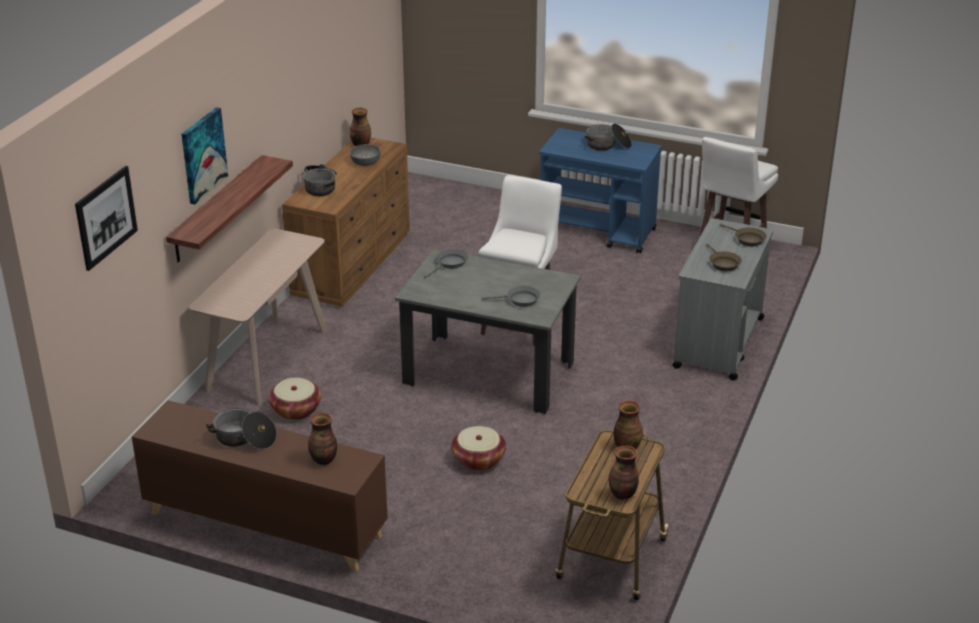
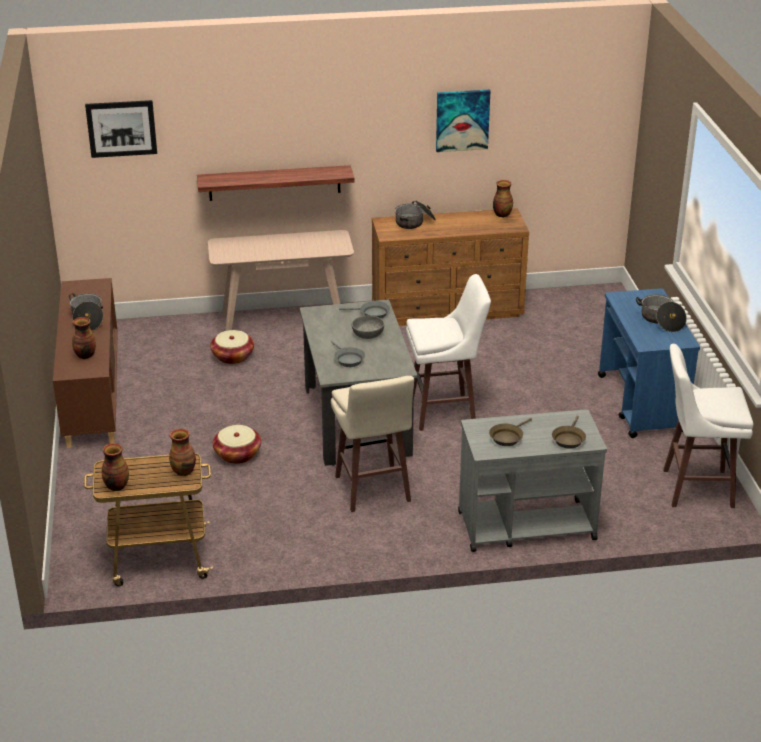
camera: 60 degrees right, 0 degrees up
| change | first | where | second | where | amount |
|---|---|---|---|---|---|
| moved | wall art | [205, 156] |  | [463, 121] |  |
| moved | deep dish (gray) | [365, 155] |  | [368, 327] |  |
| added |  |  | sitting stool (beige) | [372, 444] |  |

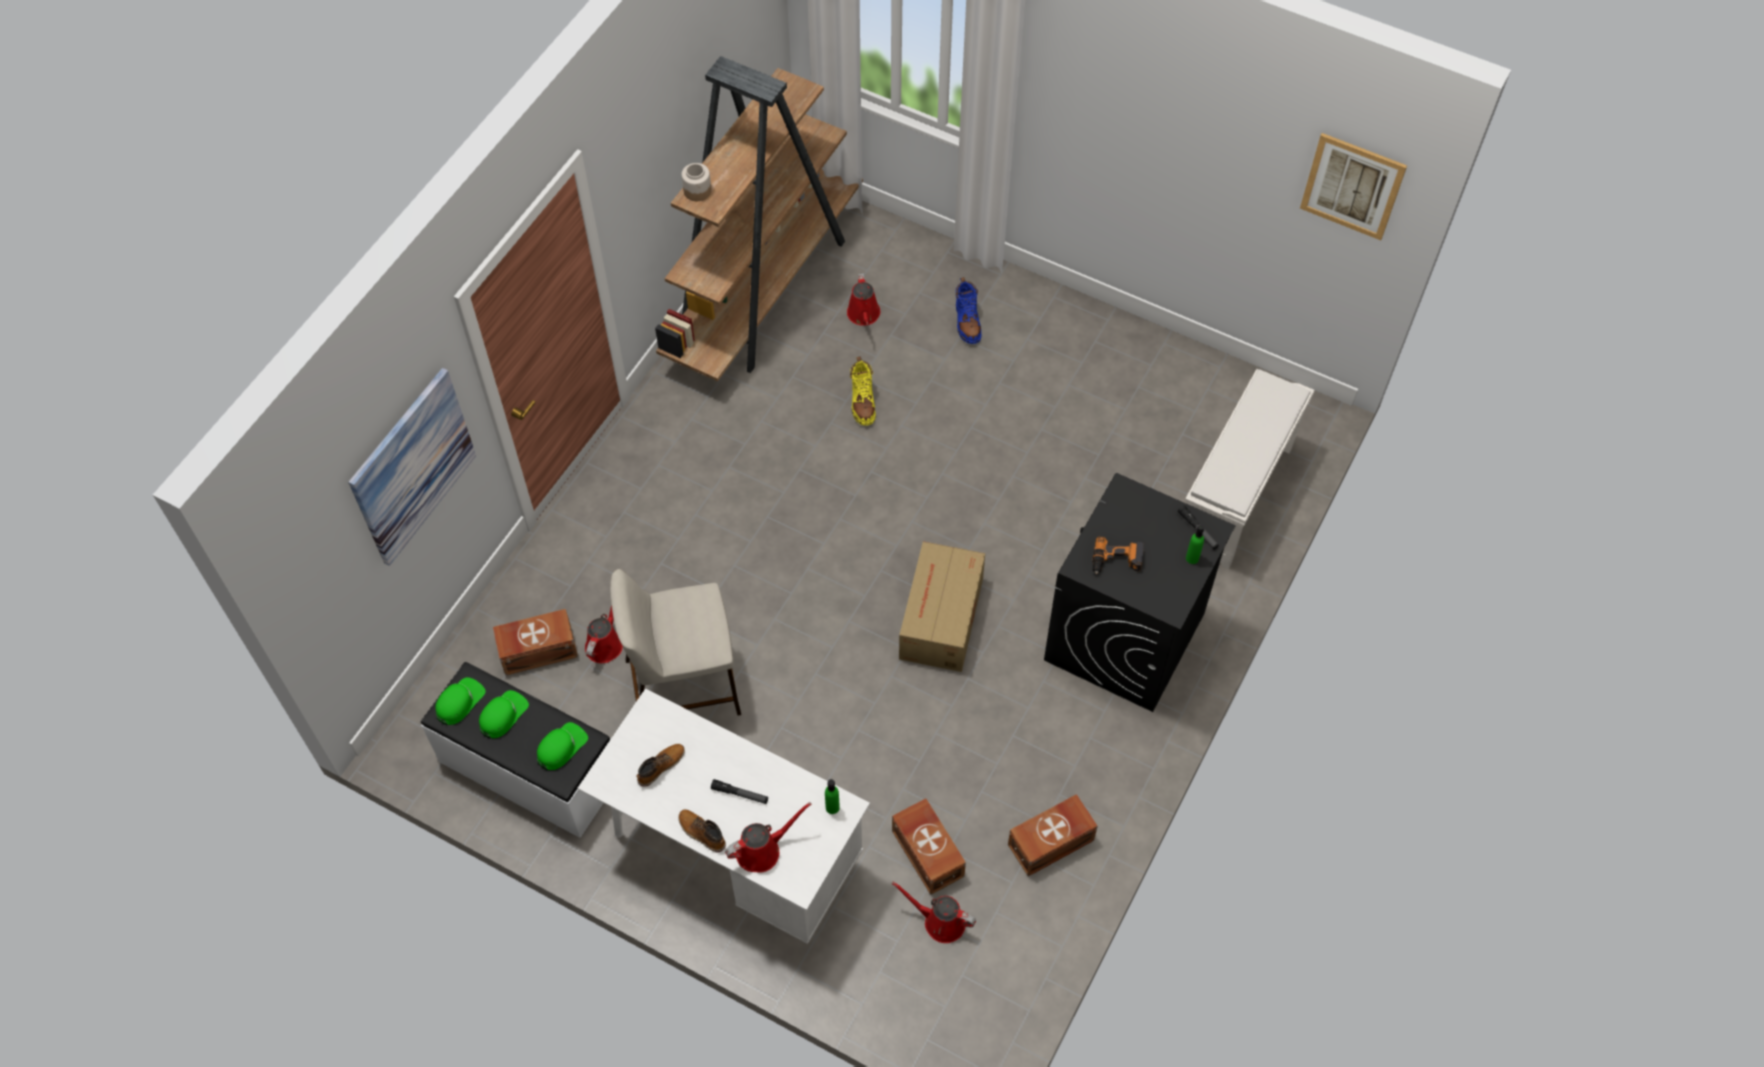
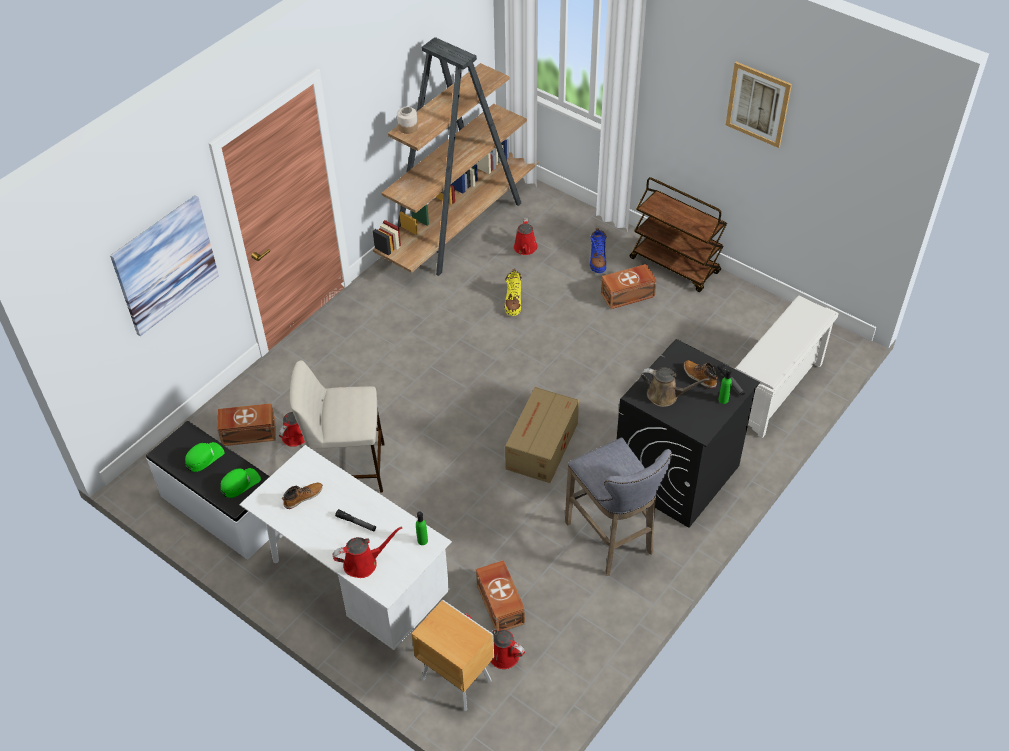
camera: 10 degrees right, 10 degrees down
| change | first | where | second | where | amount |
|---|---|---|---|---|---|
| moved | wall art | [1353, 186] |  | [759, 105] |  |
| replaced | power drill | [1118, 555] | watering pot (brown-coloured) | [675, 387] |  |
| removed | peaked cap (green-coloured) | [460, 701] |  |  |  |
| moved | storage bin (brown-coloured) | [1053, 835] |  | [629, 286] |  |
| moved | boot | [702, 831] |  | [701, 374] |  |
| added |  |  | cart (brown-coloured) | [678, 234] |  |
| added |  |  | sitting stool (gray) | [618, 506] |  |
| added |  |  | bedside table (brown-coloured) | [452, 655] |  |

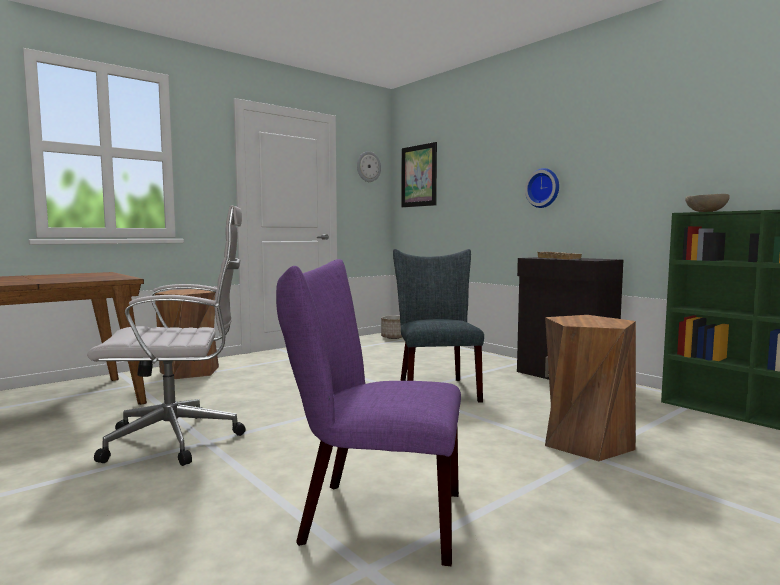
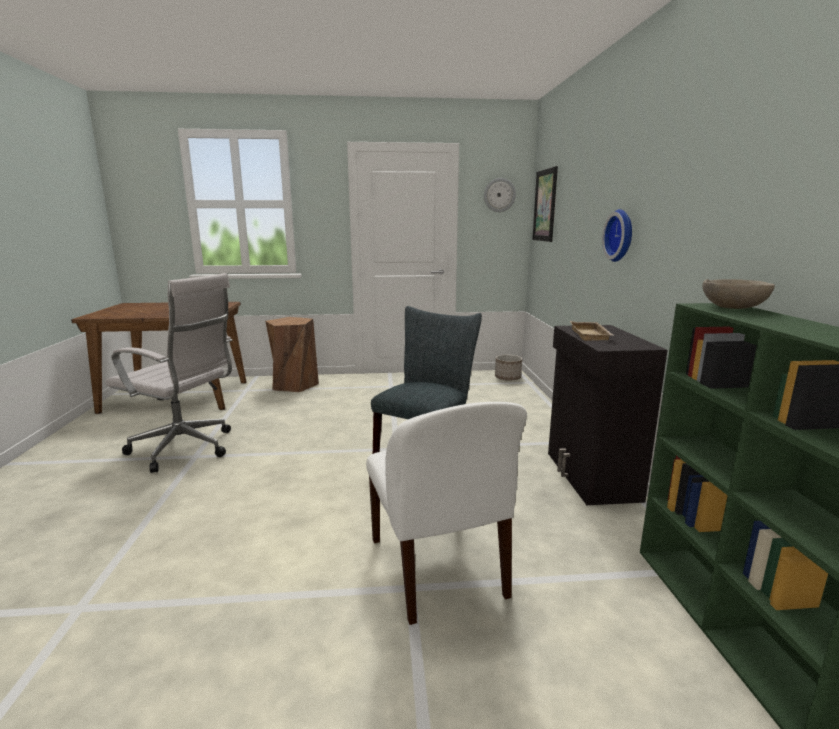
camera: 35 degrees right, 10 degrees up
| change | first | where | second | where | amount |
|---|---|---|---|---|---|
| removed | plain chair (purple-coloured) | [368, 412] |  |  |  |
| replaced | sitting stool (brown-coloured) | [590, 388] | plain chair (white) | [446, 513] |  |

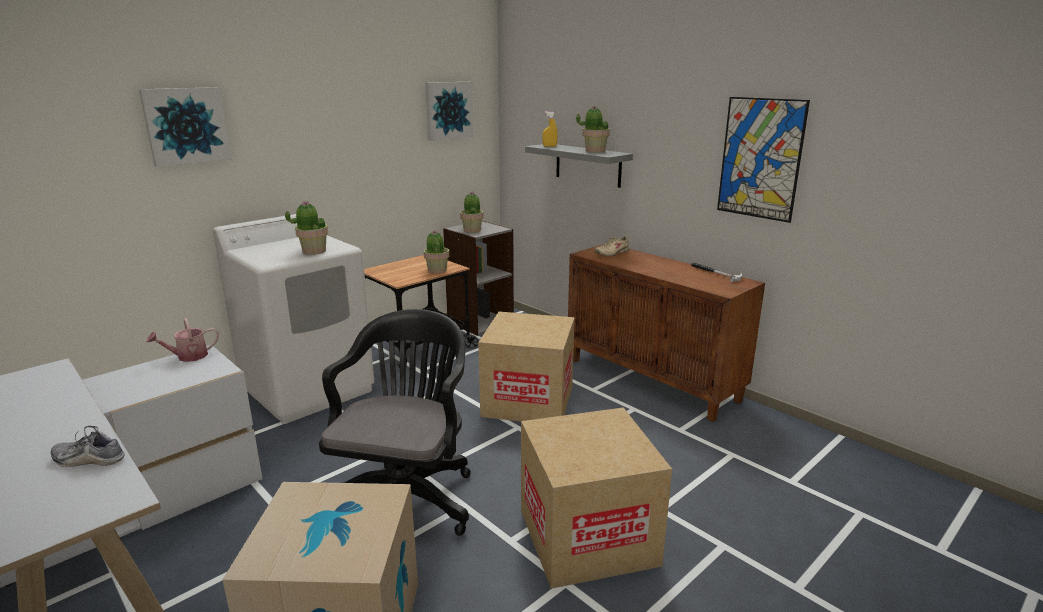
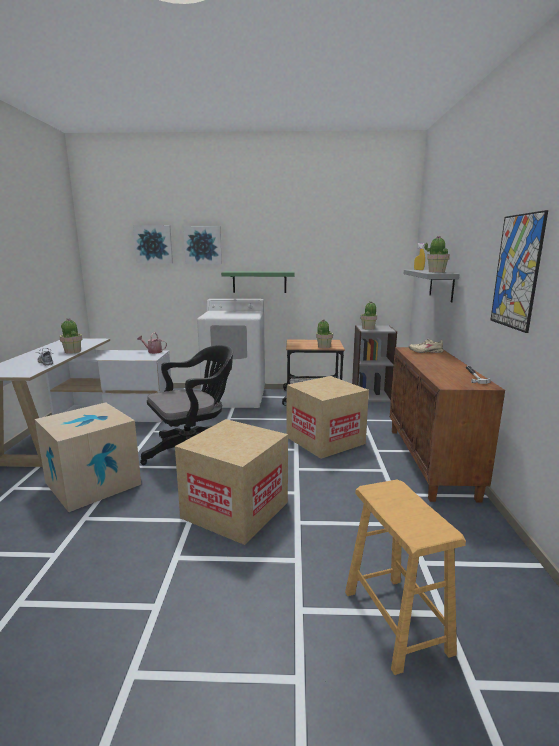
camera: 45 degrees right, 5 degrees down
| change | first | where | second | where | amount |
|---|---|---|---|---|---|
| moved | wall art | [449, 111] |  | [153, 244] |  |
| moved | plant in a pot | [306, 228] |  | [70, 336] |  |
| added |  |  | bracket shelf (green-coloured) | [257, 282] |  |
| added |  |  | sitting stool (brown-coloured) | [405, 577] |  |

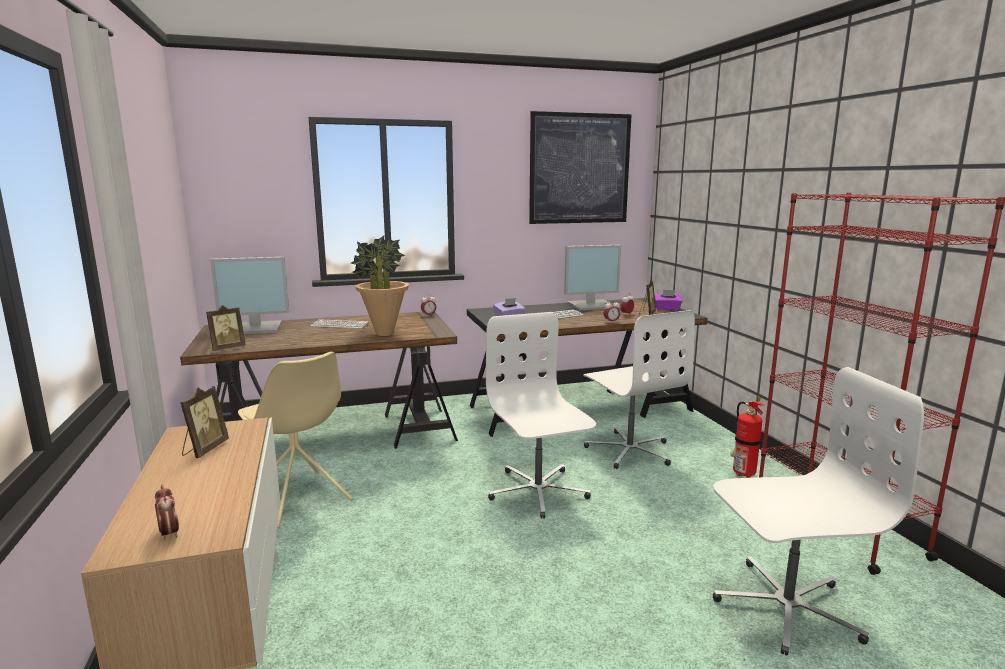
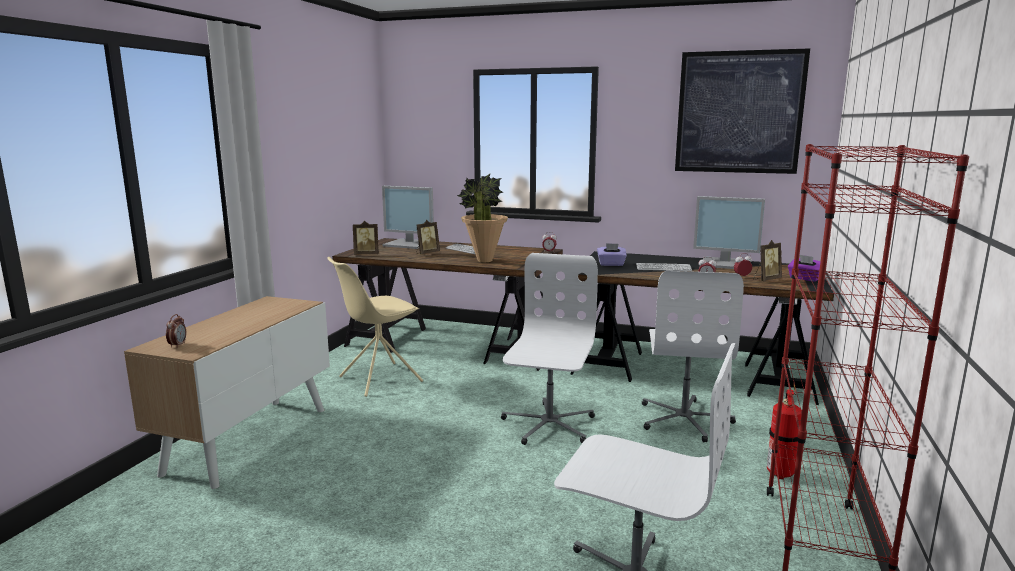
camera: 35 degrees right, 0 degrees up
| change | first | where | second | where | amount |
|---|---|---|---|---|---|
| turned | plain chair (beige) | [295, 440] |  | [375, 327] | 60 degrees clockwise |
| moved | picture frame | [204, 422] |  | [428, 237] |  |

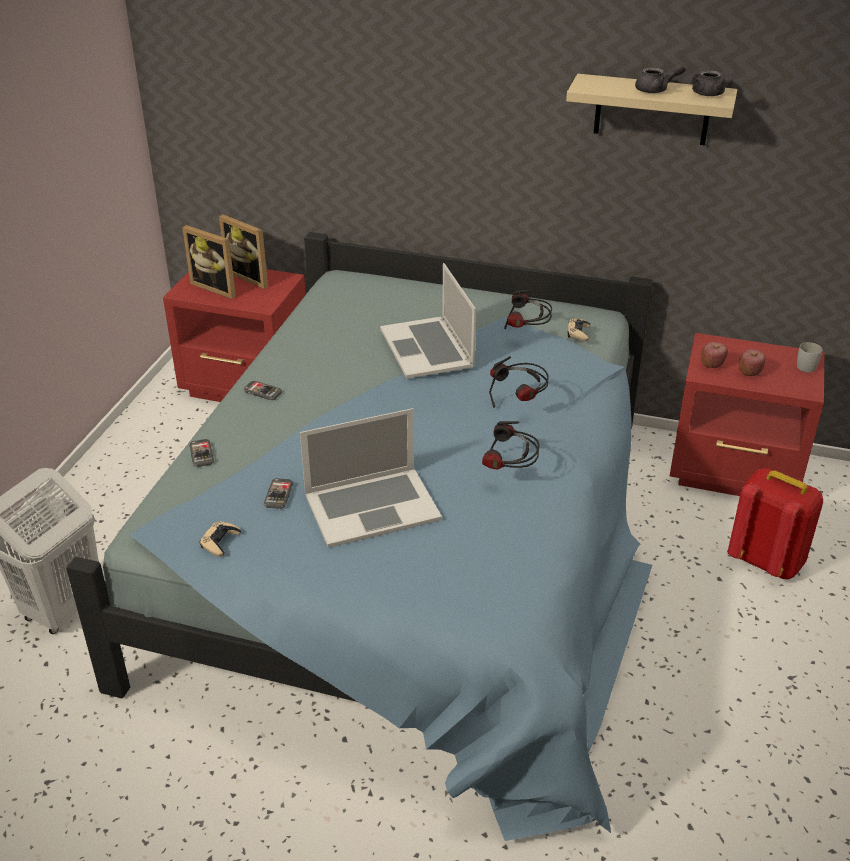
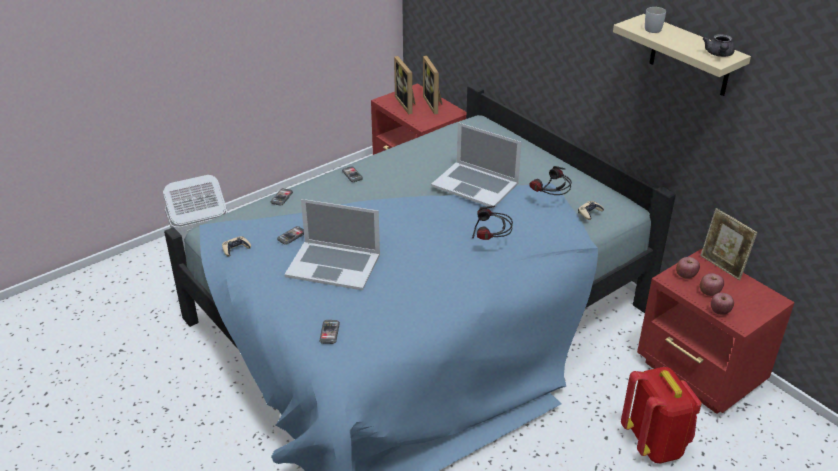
camera: 35 degrees right, 0 degrees up
| change | first | where | second | where | amount |
|---|---|---|---|---|---|
| removed | tea pot (gray) | [660, 78] |  |  |  |
| turned | laptop | [428, 321] |  | [476, 165] | 75 degrees counterclockwise |
| moved | coffee mug (white) | [810, 357] |  | [655, 20] |  |
| removed | headset | [510, 445] |  |  |  |
| added |  |  | picture frame | [729, 244] |  |
| added |  |  | whole apple | [722, 304] |  |
| added |  |  | handset | [329, 332] |  |

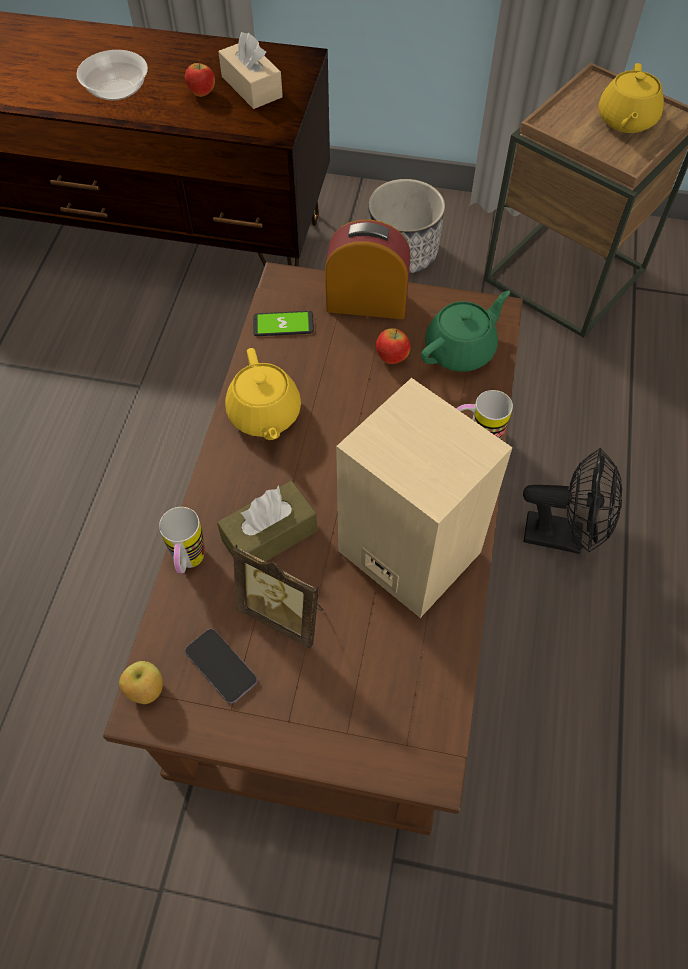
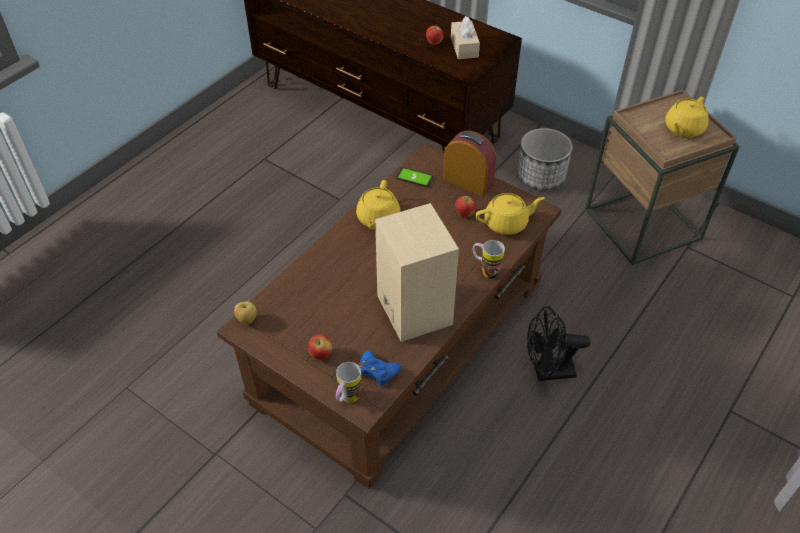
camera: 25 degrees right, 10 degrees down
| change | first | where | second | where | amount |
|---|---|---|---|---|---|
| removed | deep dish | [112, 75] |  |  |  |
| recoloured | tea pot (green-coloured) | [465, 331] | tea pot (yellow-coloured) | [510, 214] |  |
| turned | electric fan (black-coloured) | [572, 501] |  | [558, 343] | 135 degrees clockwise |
| removed | tissue holder (brown-coloured) | [267, 521] |  |  |  |
| moved | coffee mug | [181, 540] |  | [348, 382] |  |
| removed | picture frame | [278, 596] |  |  |  |
| removed | handset | [221, 666] |  |  |  |
| added |  |  | whole apple | [320, 346] |  |
| added |  |  | game controller (blue-coloured) | [379, 368] |  |

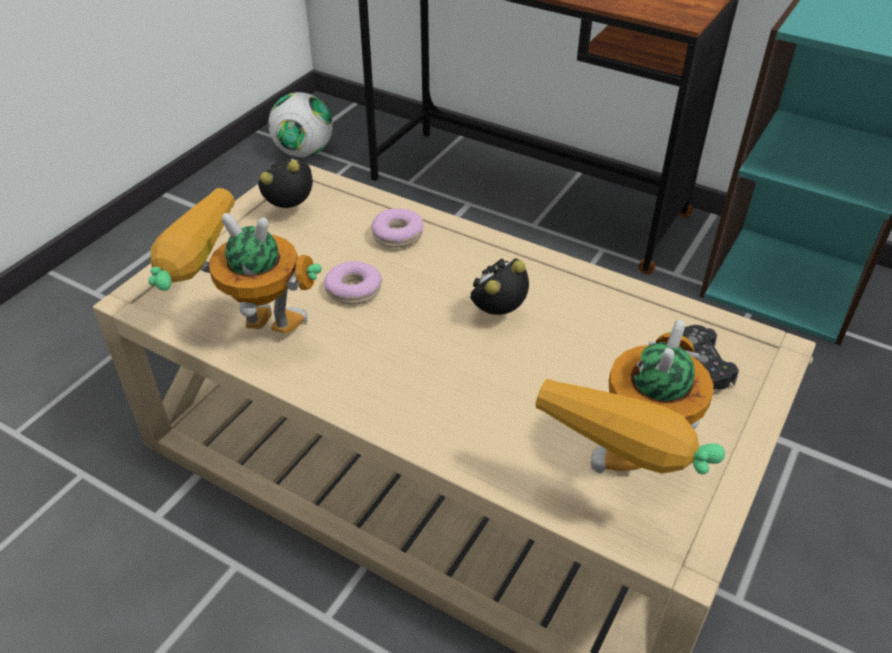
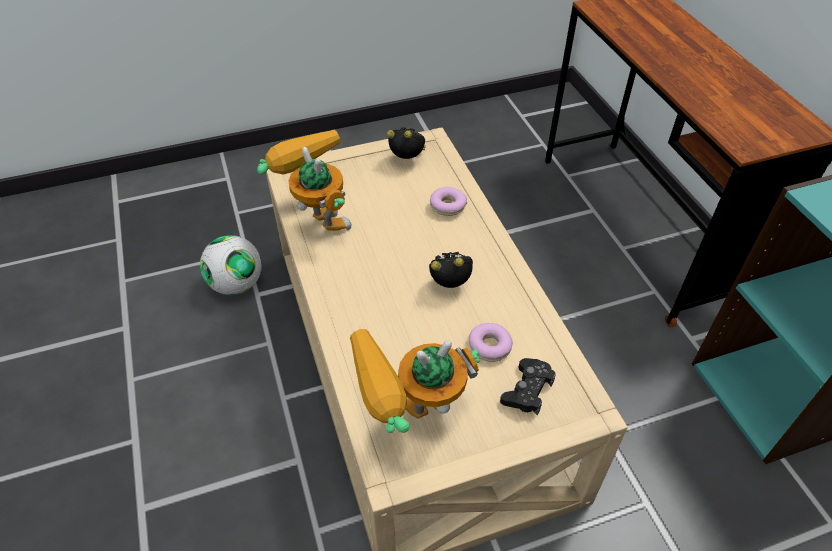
camera: 40 degrees right, 5 degrees up
| change | first | where | second | where | amount |
|---|---|---|---|---|---|
| moved | football | [300, 124] |  | [231, 265] |  |
| moved | doughnut | [353, 283] |  | [491, 342] |  |

